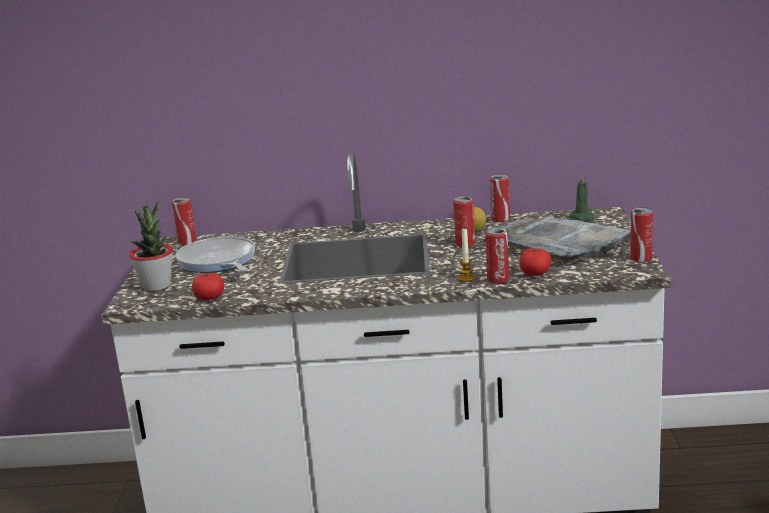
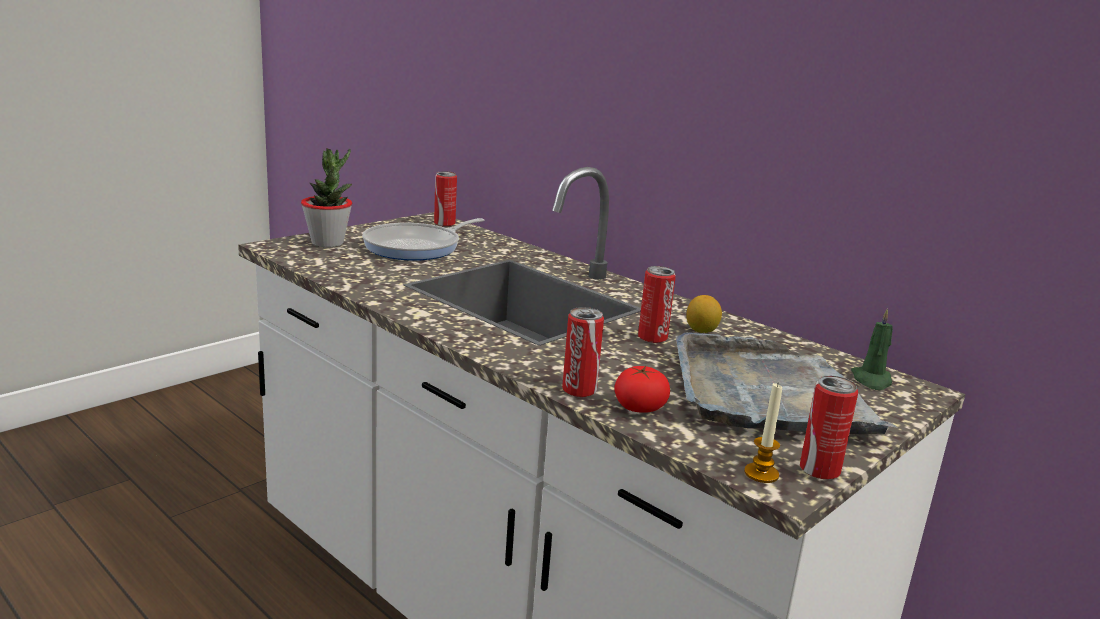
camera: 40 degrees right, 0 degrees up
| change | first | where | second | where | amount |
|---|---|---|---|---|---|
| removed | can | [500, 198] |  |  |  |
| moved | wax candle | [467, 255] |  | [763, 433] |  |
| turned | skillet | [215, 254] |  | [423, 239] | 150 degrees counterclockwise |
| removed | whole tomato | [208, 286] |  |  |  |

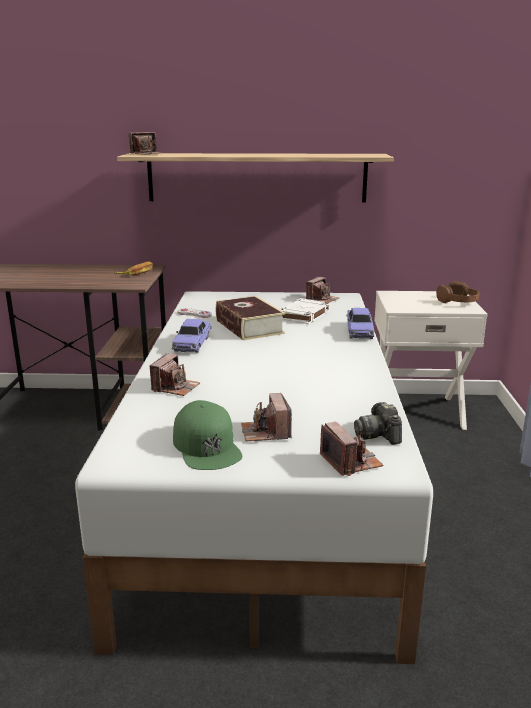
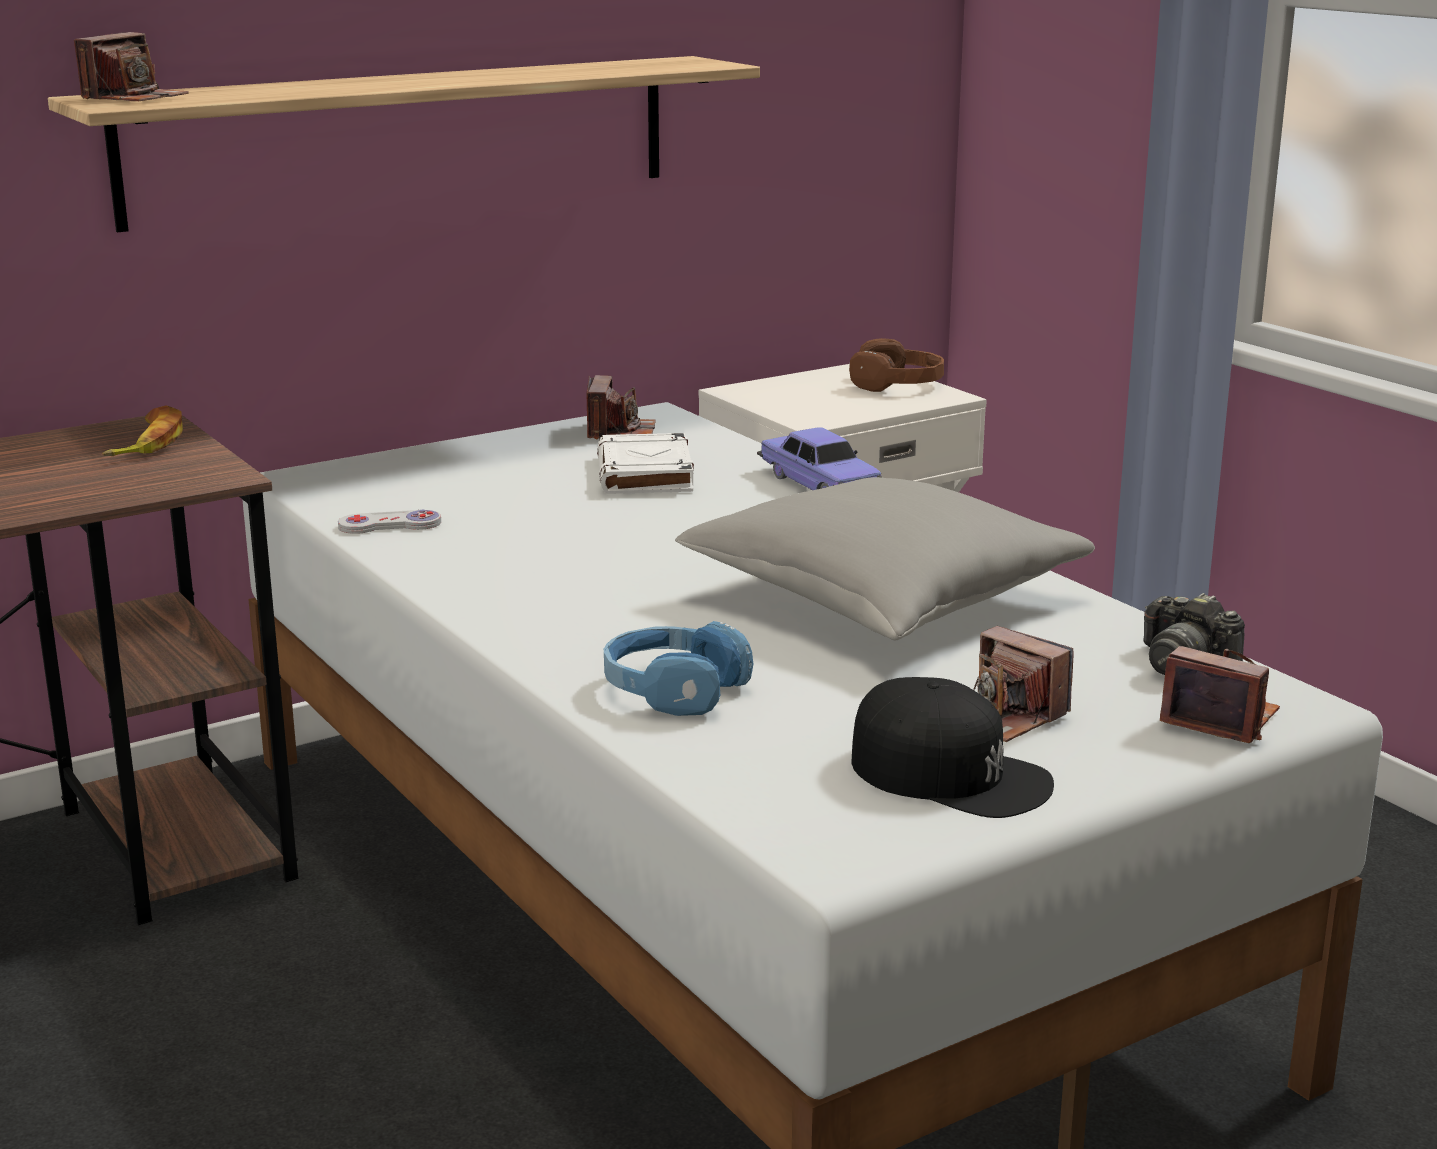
camera: 35 degrees left, 0 degrees up
| change | first | where | second | where | amount |
|---|---|---|---|---|---|
| removed | bound book | [250, 318] |  |  |  |
| removed | miniature car | [191, 336] |  |  |  |
| replaced | photo camera | [175, 374] | headset (blue-coloured) | [678, 668] |  |
| recoloured | peaked cap (green-coloured) | [207, 435] | peaked cap (black-coloured) | [953, 747] |  |
| added |  |  | pillow (gray) | [885, 558] |  |

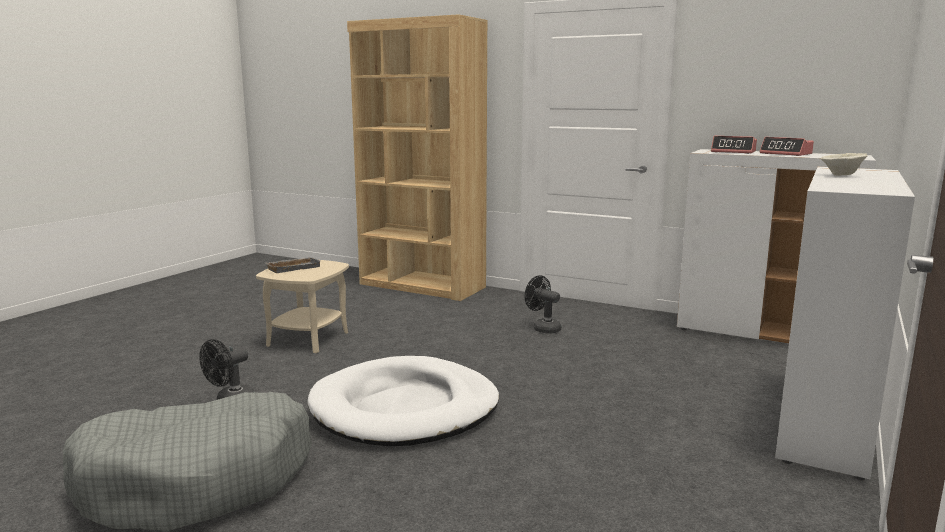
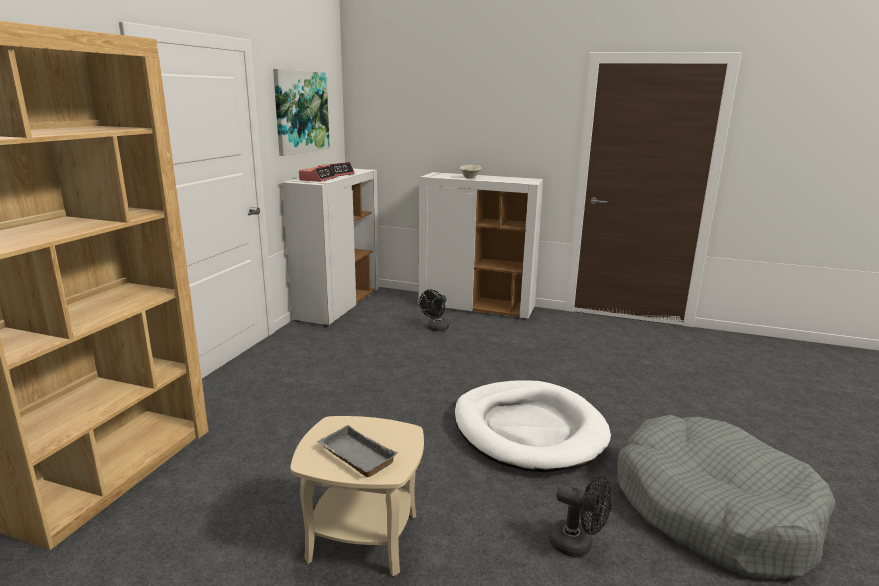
camera: 100 degrees left, 5 degrees up
| change | first | where | second | where | amount |
|---|---|---|---|---|---|
| moved | electric fan (black-coloured) | [543, 304] |  | [434, 310] |  |
| added |  |  | wall art | [301, 112] |  |

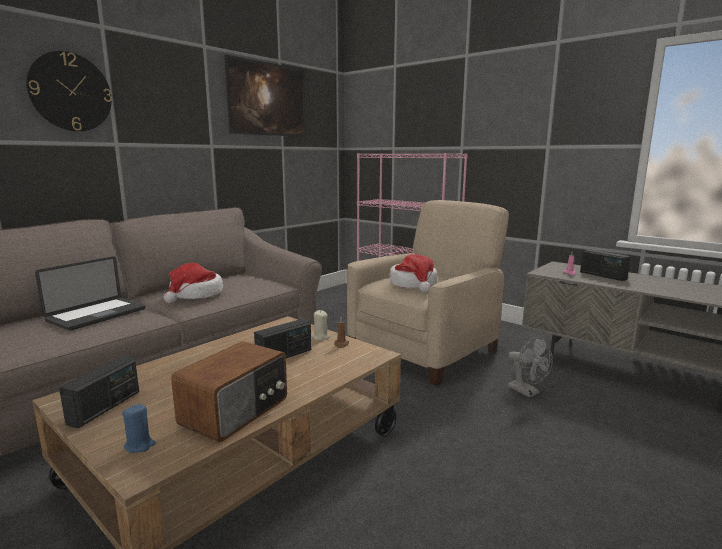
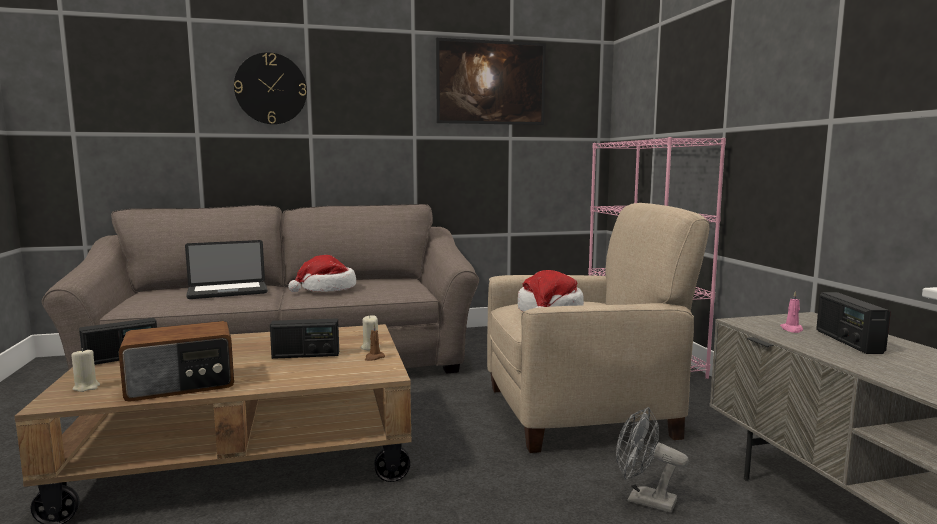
camera: 35 degrees right, 5 degrees down
| change | first | where | second | where | amount |
|---|---|---|---|---|---|
| turned | electric fan (gray) | [530, 367] |  | [652, 460] | 120 degrees clockwise |
| recoloured | wax candle (blue-coloured) | [139, 428] | wax candle (beige) | [85, 370] |  |

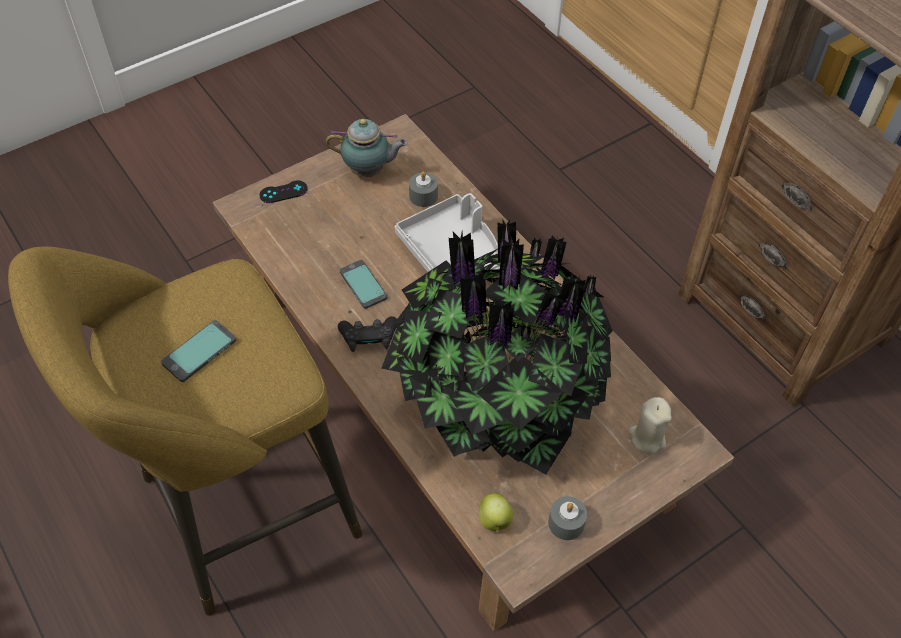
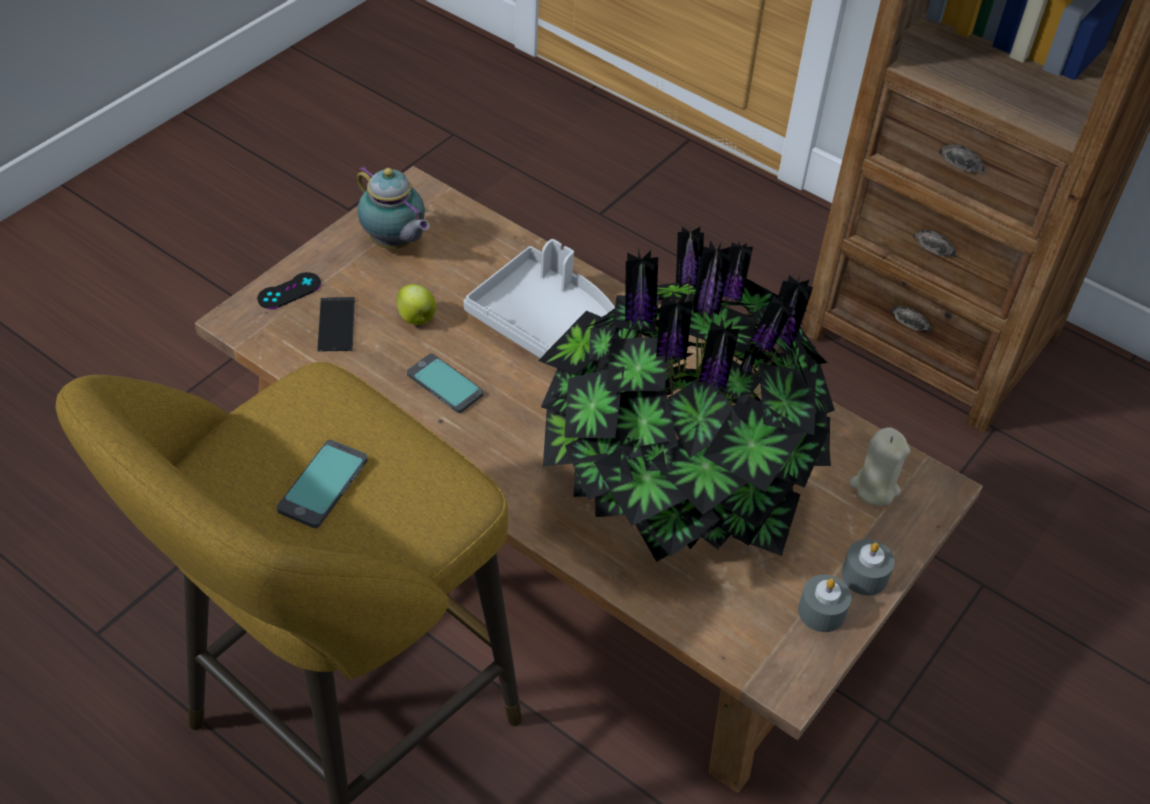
camera: 20 degrees left, 5 degrees down
| change | first | where | second | where | amount |
|---|---|---|---|---|---|
| turned | tea pot | [366, 148] |  | [393, 207] | 60 degrees clockwise |
| moved | wax candle (gray) | [423, 189] |  | [868, 567] |  |
| removed | game controller (black-coloured) | [367, 334] |  |  |  |
| moved | whole apple | [496, 513] |  | [416, 304] |  |
| added |  |  | handset | [336, 324] |  |

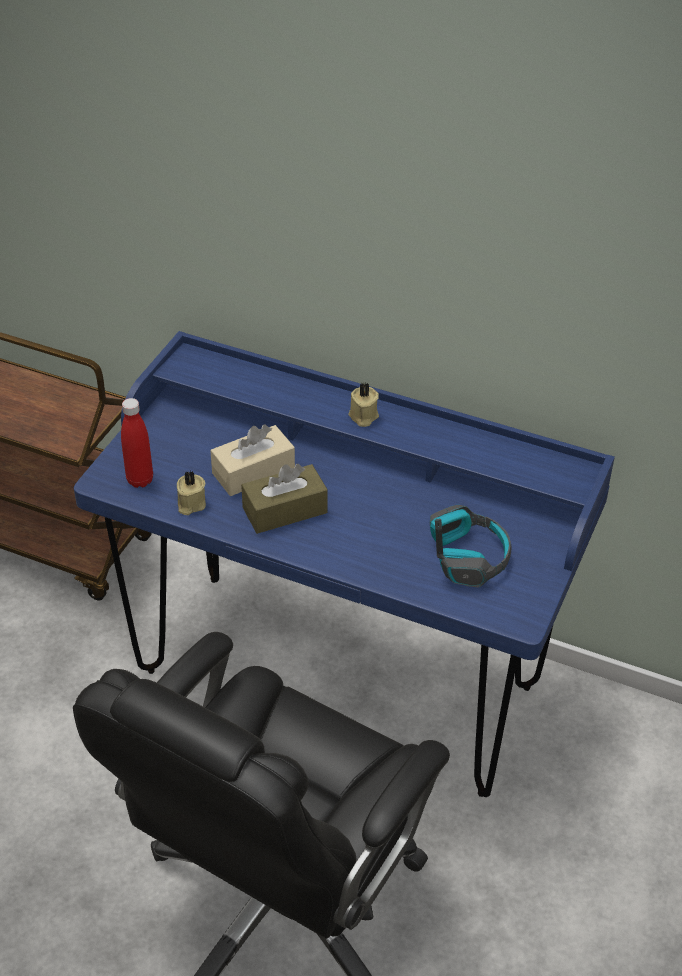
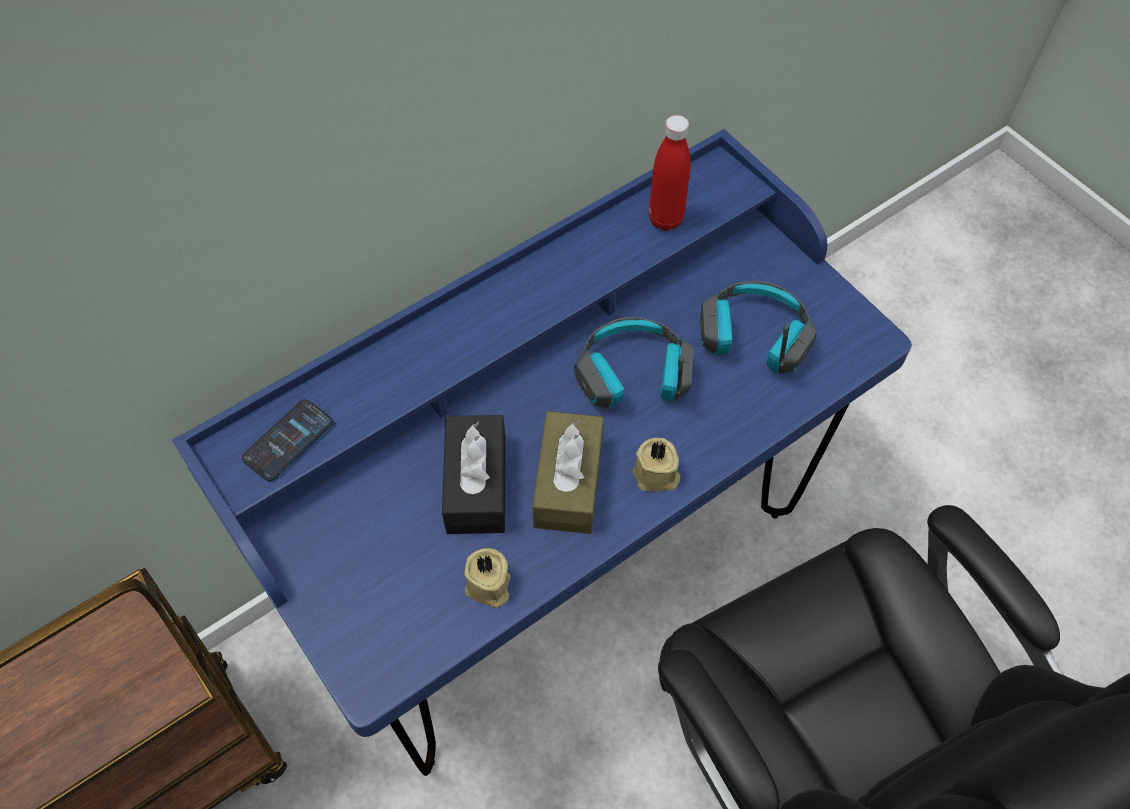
camera: 60 degrees left, 15 degrees up
| change | first | where | second | where | amount |
|---|---|---|---|---|---|
| moved | wax candle (beige) | [363, 405] |  | [657, 465] |  |
| moved | beverage bottle (red-coloured) | [137, 443] |  | [669, 173] |  |
| recoloured | tissue holder (beige) | [252, 460] | tissue holder (black-coloured) | [473, 474] |  |
| added |  |  | headset | [633, 362] |  |
| added |  |  | handset | [287, 440] |  |

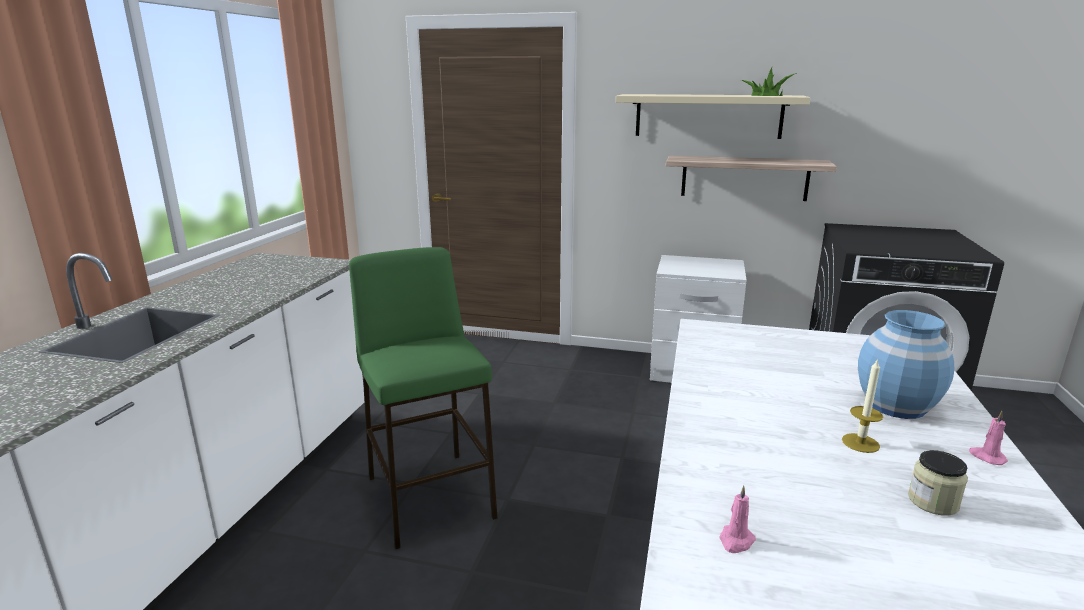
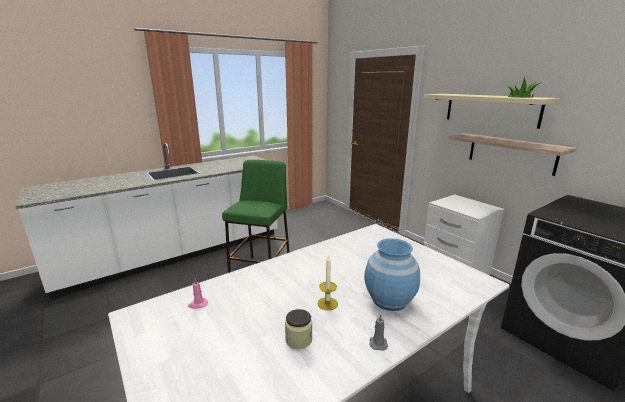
camera: 40 degrees right, 0 degrees up
| change | first | where | second | where | amount |
|---|---|---|---|---|---|
| recoloured | wax candle (pink-coloured) | [988, 438] | wax candle (gray) | [378, 333] |  |

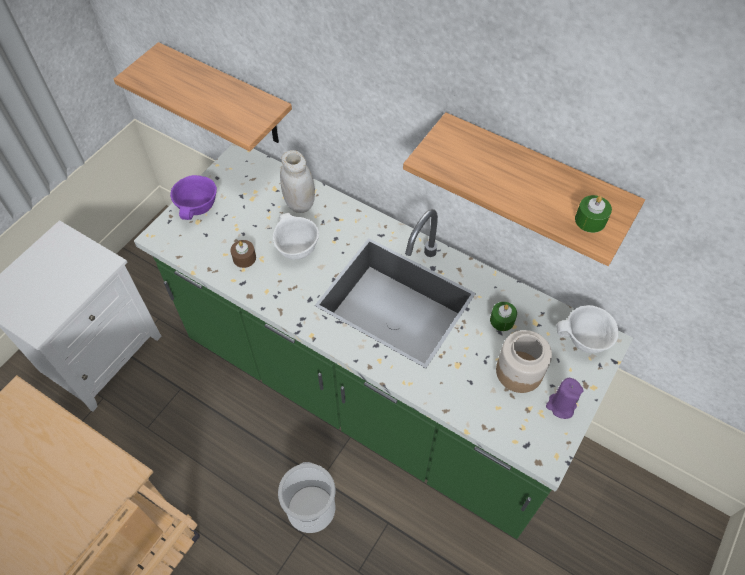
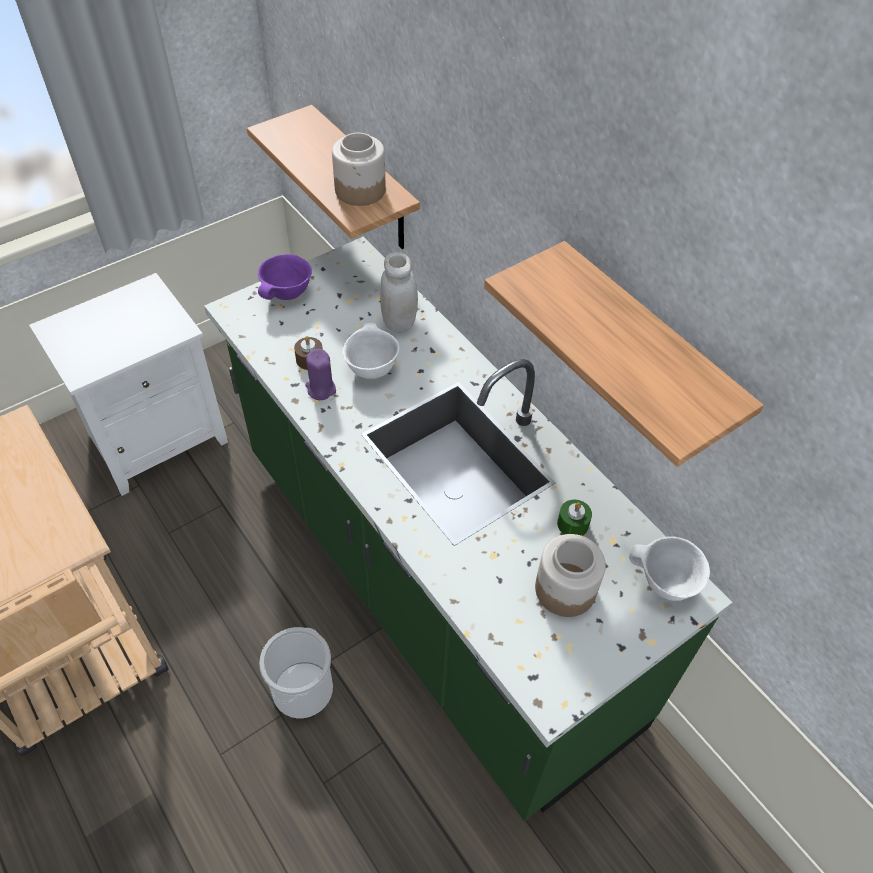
camera: 20 degrees right, 5 degrees down
| change | first | where | second | where | amount |
|---|---|---|---|---|---|
| removed | wax candle (green-coloured) | [593, 214] |  |  |  |
| moved | wax candle (purple-coloured) | [565, 398] |  | [320, 374] |  |
| added |  |  | storage jar | [359, 169] |  |

